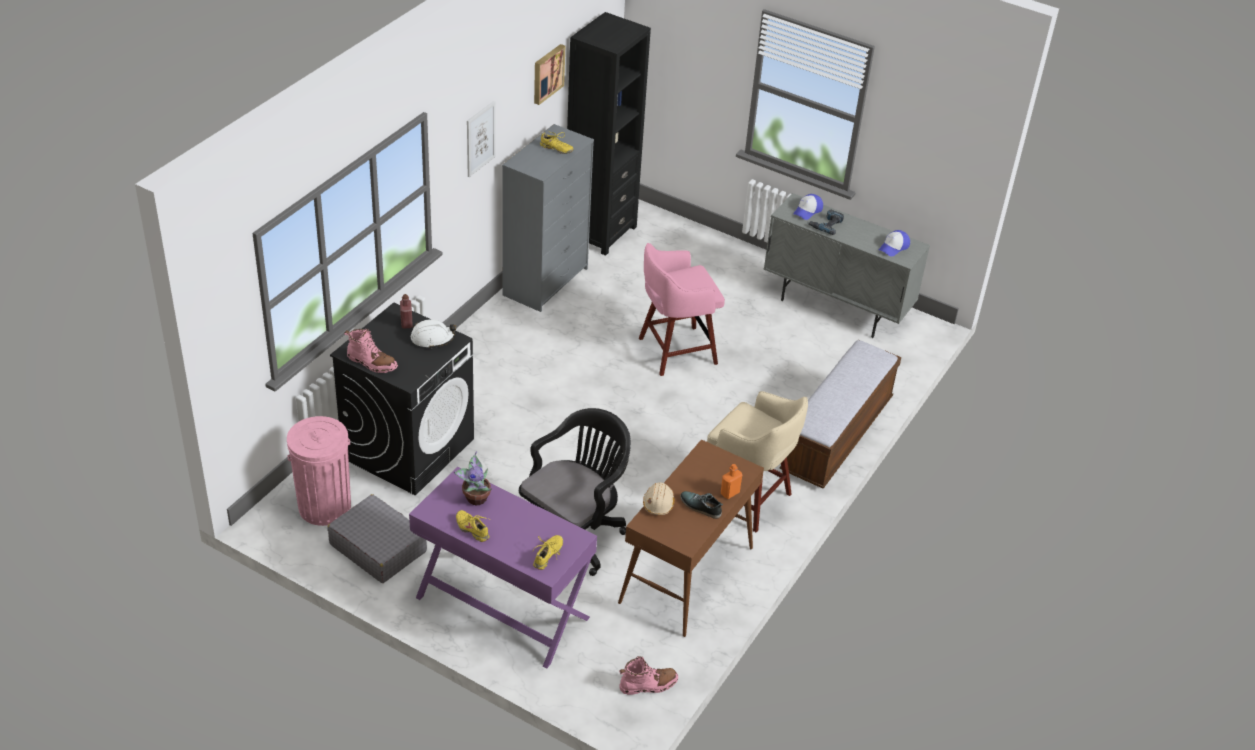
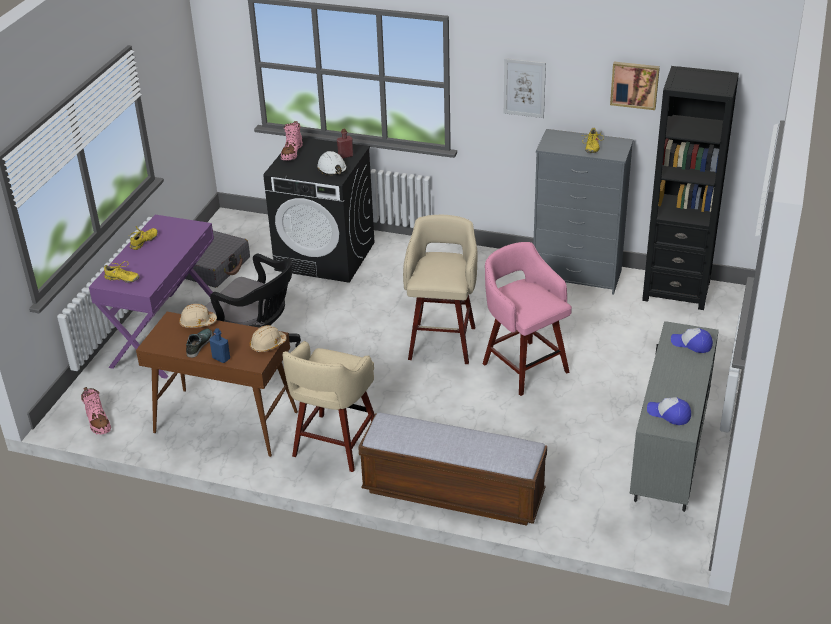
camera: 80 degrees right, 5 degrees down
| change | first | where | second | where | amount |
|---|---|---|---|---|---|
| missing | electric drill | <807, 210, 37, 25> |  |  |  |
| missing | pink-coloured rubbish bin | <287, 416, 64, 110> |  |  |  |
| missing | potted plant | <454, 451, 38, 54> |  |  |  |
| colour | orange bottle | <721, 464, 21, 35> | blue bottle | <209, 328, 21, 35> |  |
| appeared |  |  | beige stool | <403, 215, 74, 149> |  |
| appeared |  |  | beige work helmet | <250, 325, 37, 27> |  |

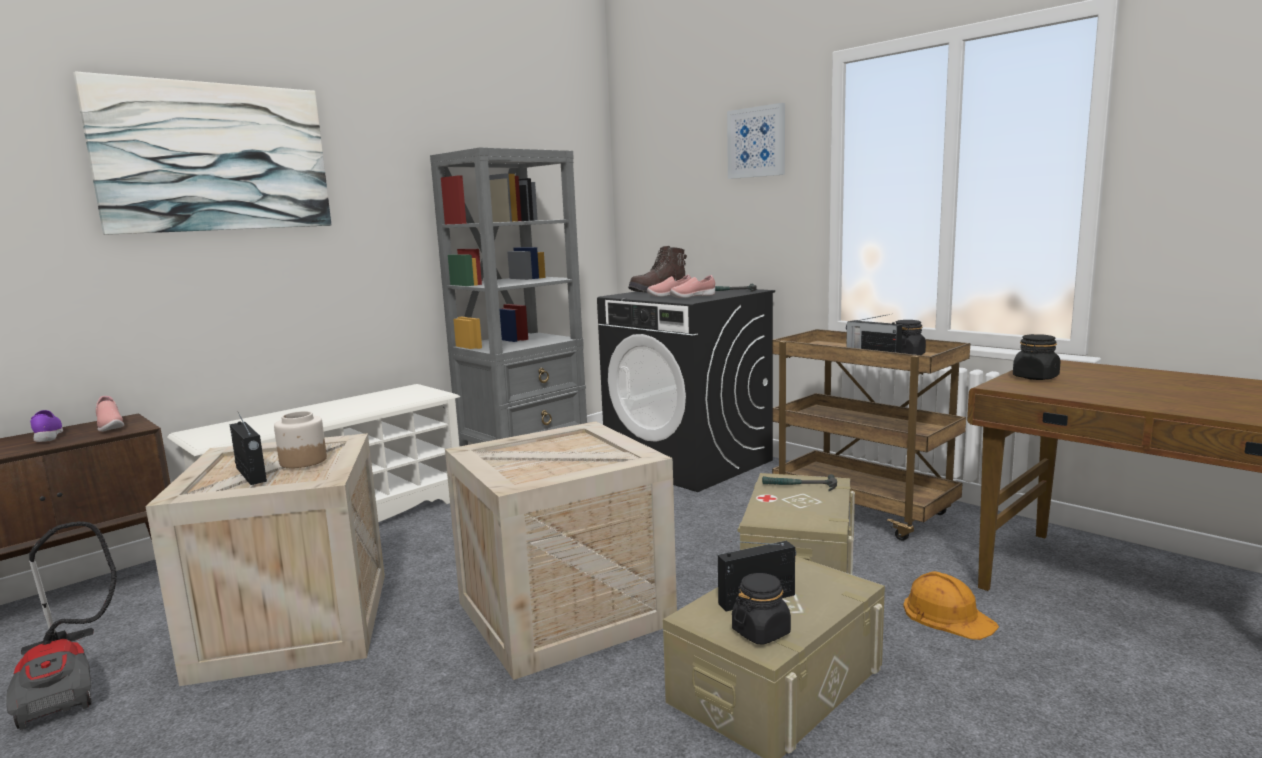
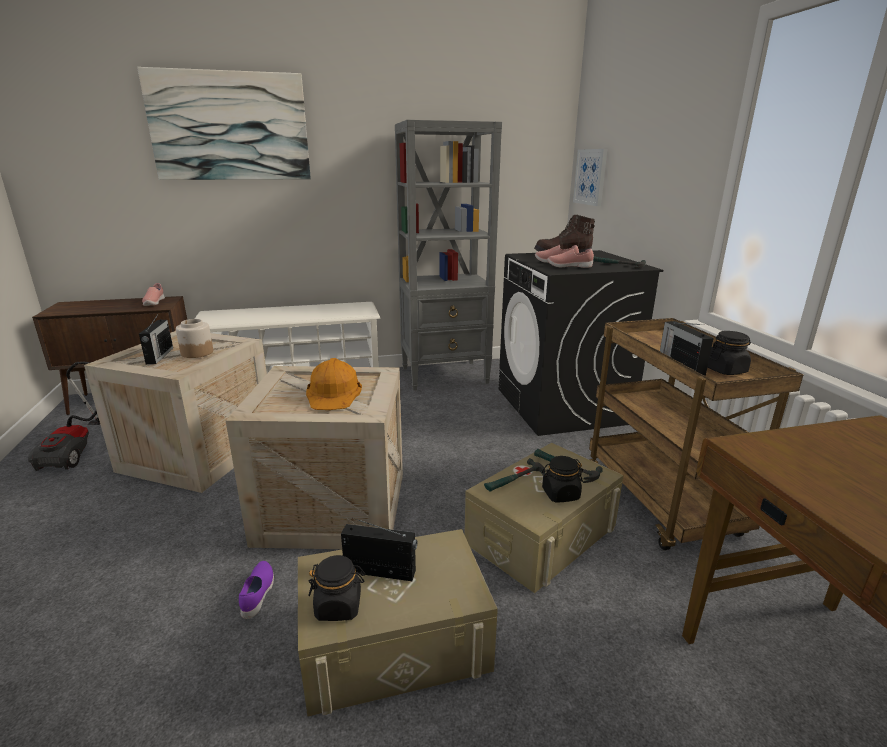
camera: 30 degrees right, 10 degrees up
| change | first | where | second | where | amount |
|---|---|---|---|---|---|
| relocated | wall picture | <727, 103, 58, 76> |  | <573, 149, 34, 57> |  |
| relocated | black preserve jar | <1013, 334, 47, 46> |  | <542, 456, 41, 47> |  |
| relocated | purplish shoe | <30, 410, 33, 32> |  | <239, 561, 35, 58> |  |
| relocated | orange work helmet | <903, 571, 96, 69> |  | <306, 358, 56, 52> |  |
| appeared |  |  | tool hammer | <484, 458, 61, 34> |  |

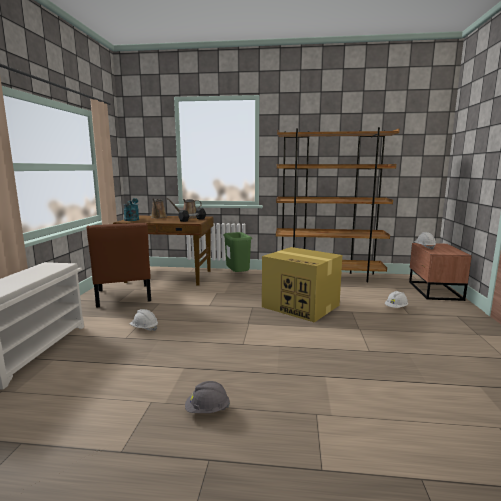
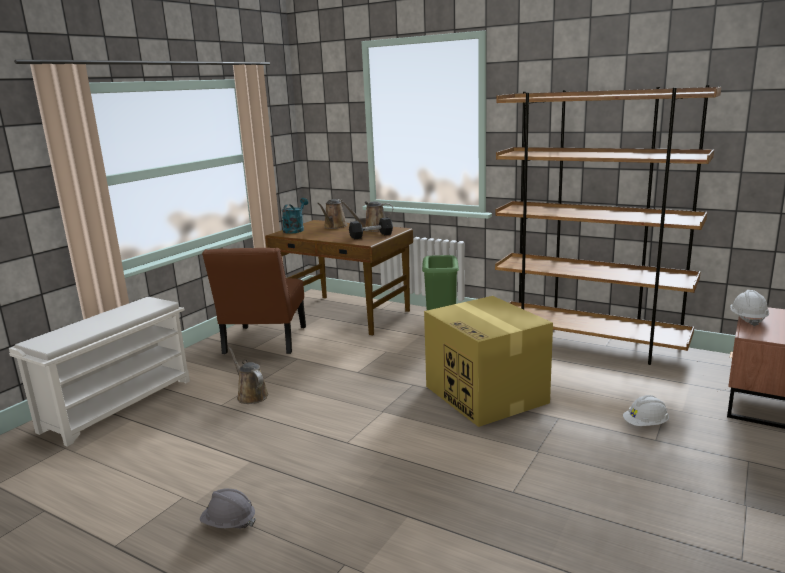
camera: 25 degrees right, 5 degrees up
| change | first | where | second | where | amount |
|---|---|---|---|---|---|
| exchanged | whitish work helmet | <130, 309, 28, 22> | brown-coloured watering can | <229, 347, 39, 57> |  |

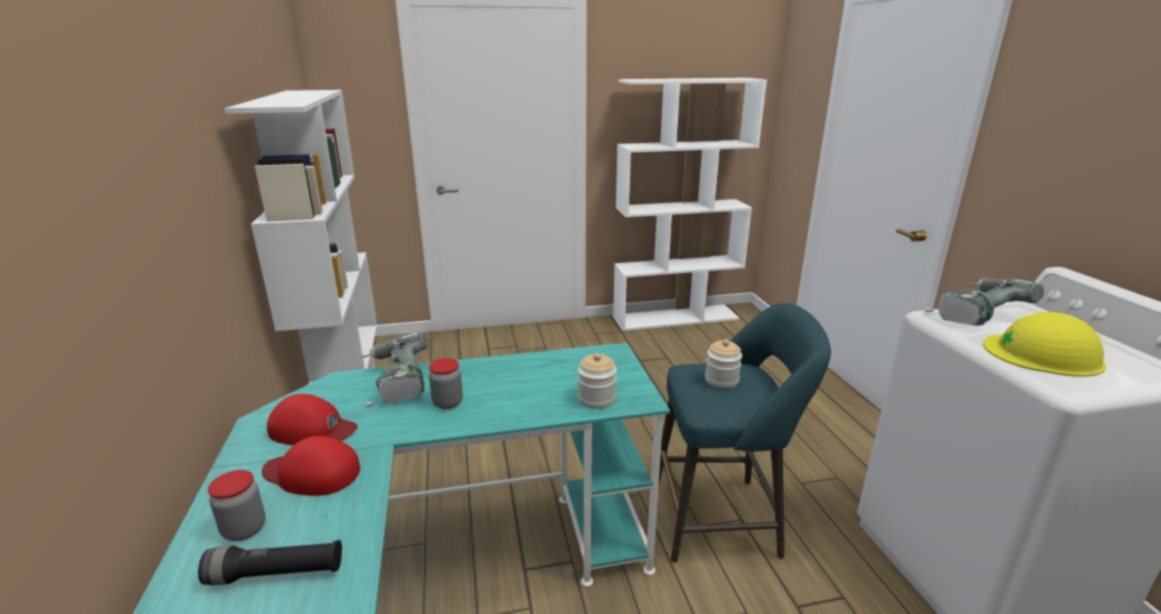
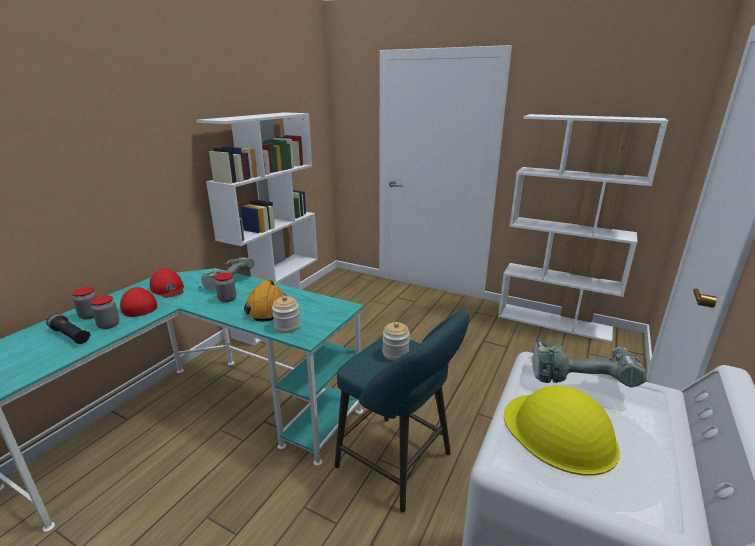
camera: 40 degrees right, 0 degrees up
| change | first | where | second | where | amount |
|---|---|---|---|---|---|
| appeared |  |  | orange work helmet | <244, 280, 42, 41> |  |
| appeared |  |  | preserve jar | <90, 295, 29, 34> |  |

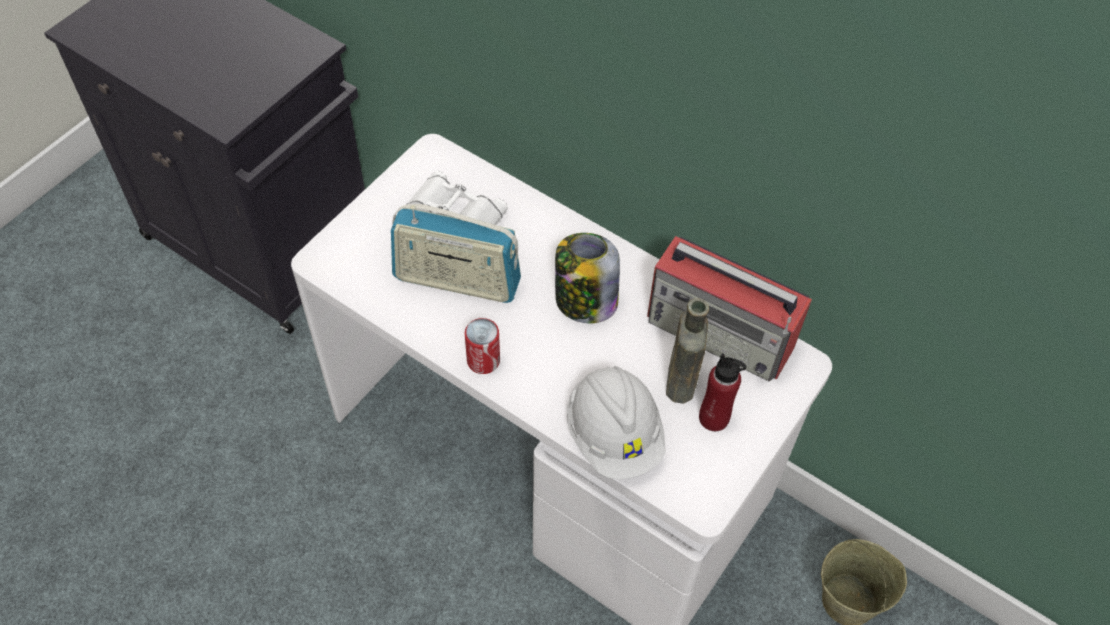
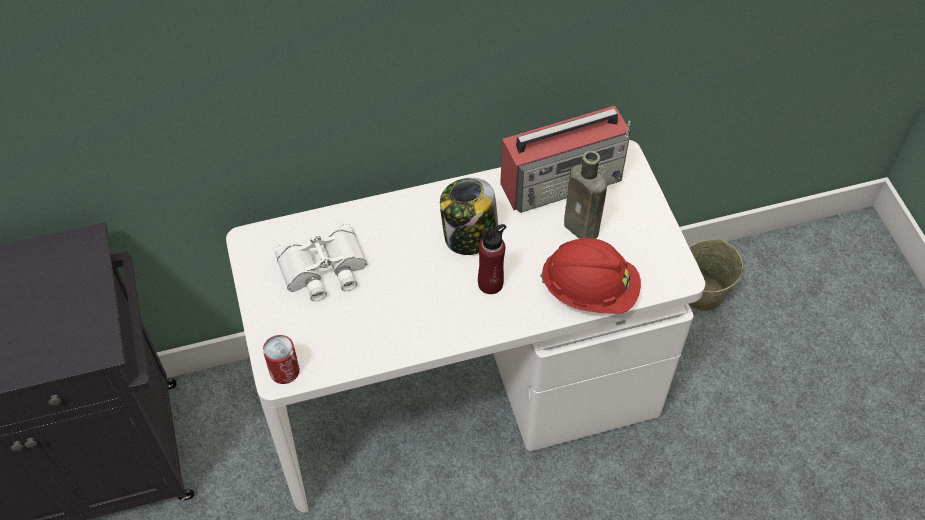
camera: 50 degrees left, 0 degrees up
| change | first | where | second | where | amount |
|---|---|---|---|---|---|
| missing | radio | <391, 204, 130, 99> |  |  |  |
| relocated | metal can | <465, 318, 35, 56> |  | <263, 335, 37, 49> |  |
| relocated | red bottle | <699, 353, 47, 78> |  | <478, 224, 28, 70> |  |
| colour | whitish work helmet | <567, 366, 99, 113> | red work helmet | <540, 238, 101, 76> |  |

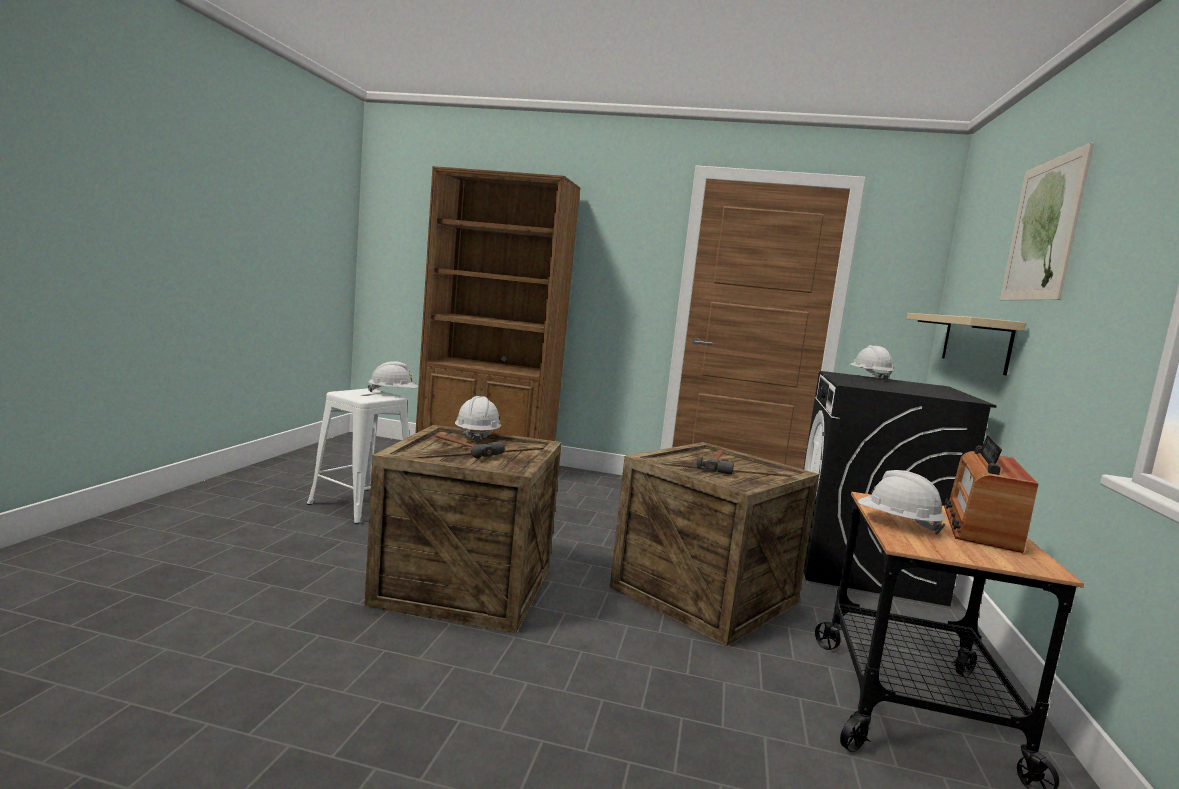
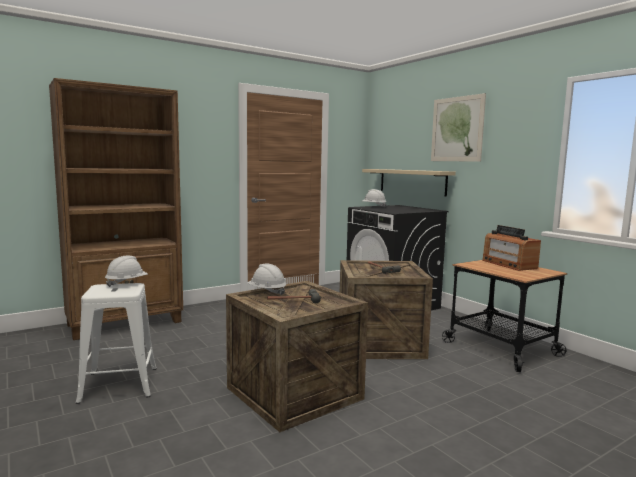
camera: 45 degrees left, 0 degrees up
| change | first | where | second | where | amount |
|---|---|---|---|---|---|
| missing | whitish work helmet | <858, 470, 88, 65> |  |  |  |

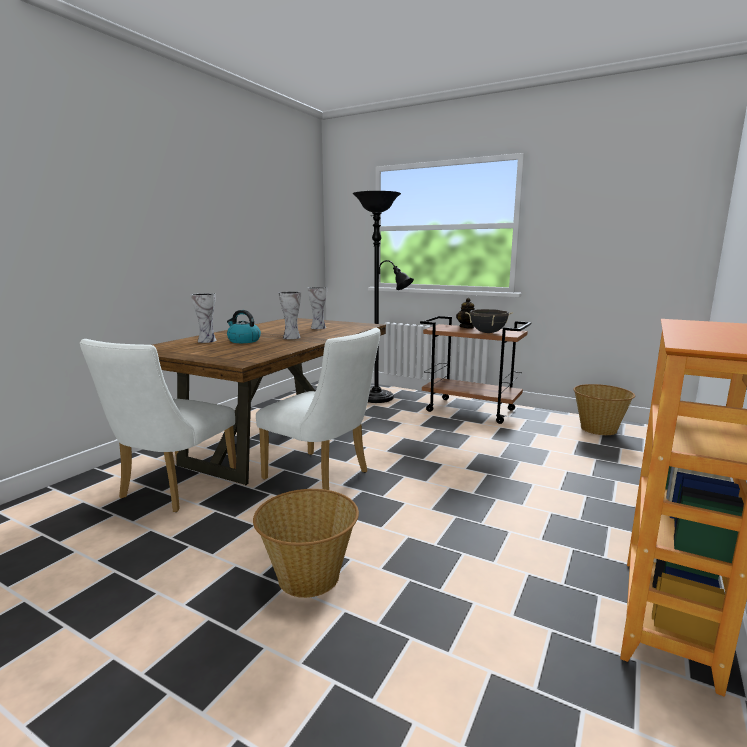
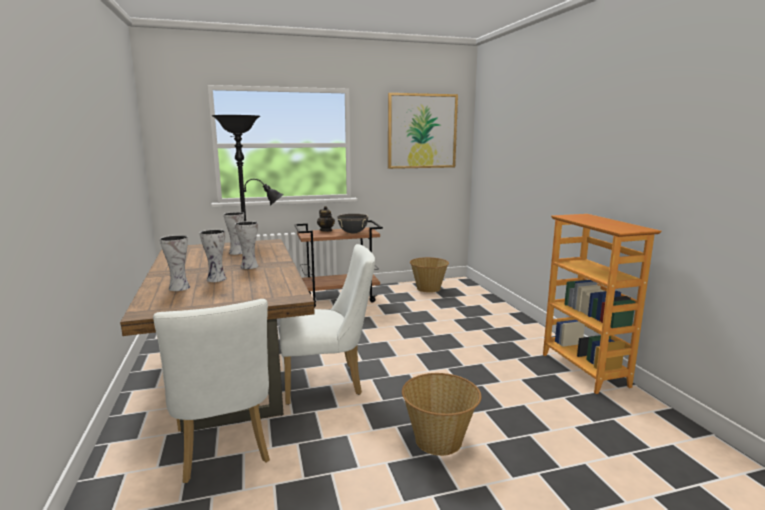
camera: 45 degrees left, 0 degrees up
| change | first | where | second | where | amount |
|---|---|---|---|---|---|
| exchanged | tea kettle | <227, 310, 34, 33> | vase | <199, 229, 28, 53> |  |
| appeared |  |  | wall picture | <388, 93, 70, 76> |  |

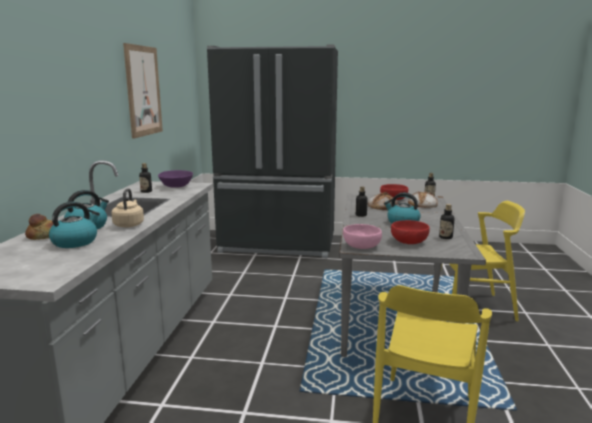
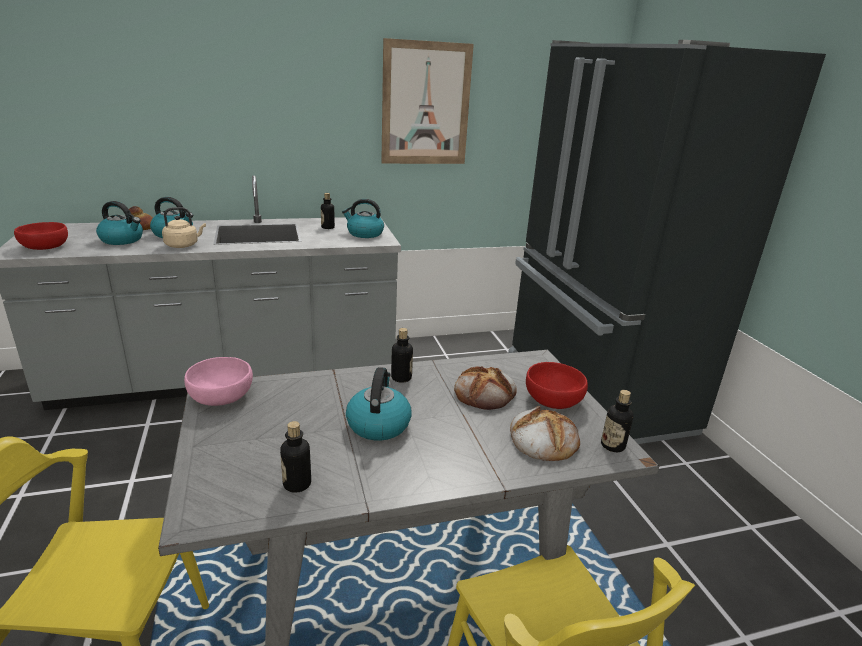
camera: 65 degrees right, 10 degrees up
| change | first | where | second | where | amount |
|---|---|---|---|---|---|
| exchanged | purplish deep dish | <158, 170, 35, 18> | tea kettle | <342, 199, 42, 39> |  |
| relocated | red deep dish | <391, 220, 39, 24> |  | <14, 222, 54, 28> |  |

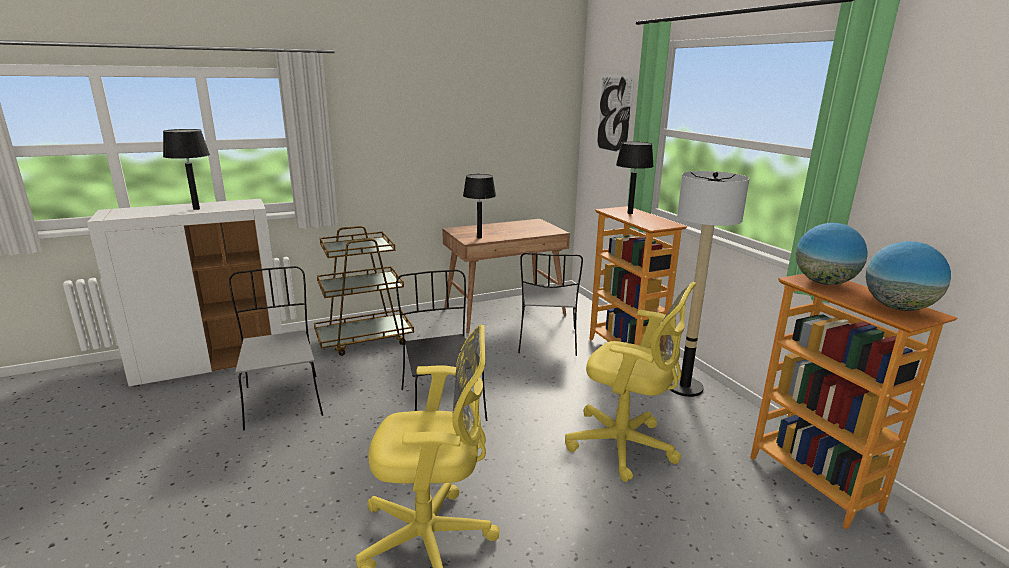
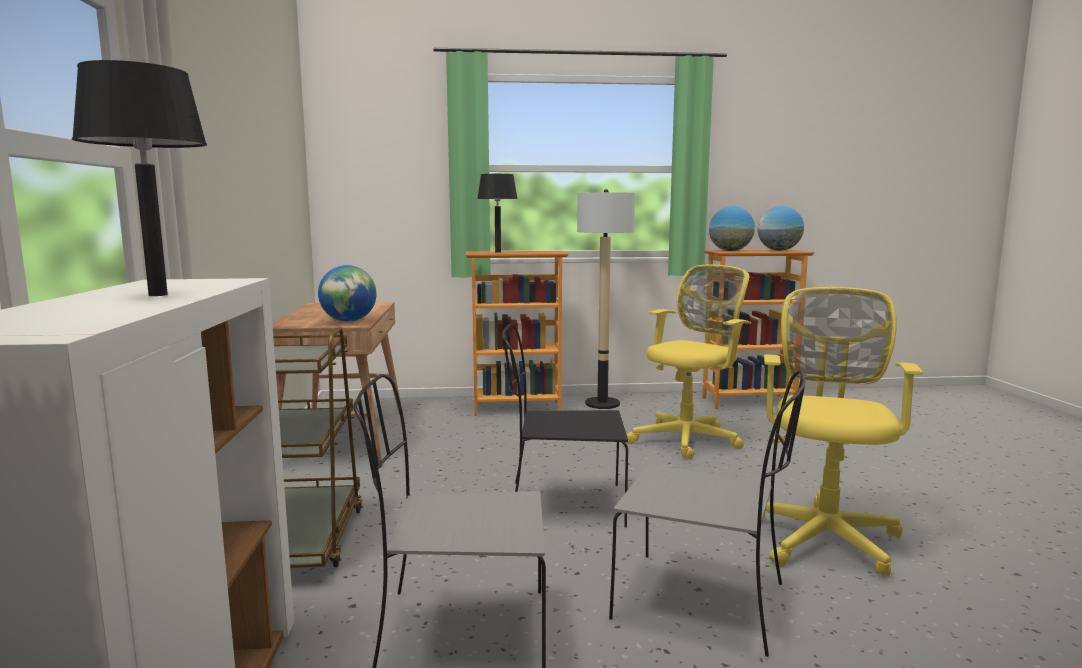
camera: 70 degrees left, 10 degrees down
| change | first | where | second | where | amount |
|---|---|---|---|---|---|
| missing | wall picture | <596, 75, 38, 79> |  |  |  |
| exchanged | black lamp for a table | <463, 174, 33, 64> | desk globe | <318, 265, 58, 57> |  |
| relocated | gray upright chair | <518, 253, 65, 103> |  | <609, 370, 196, 287> |  |

